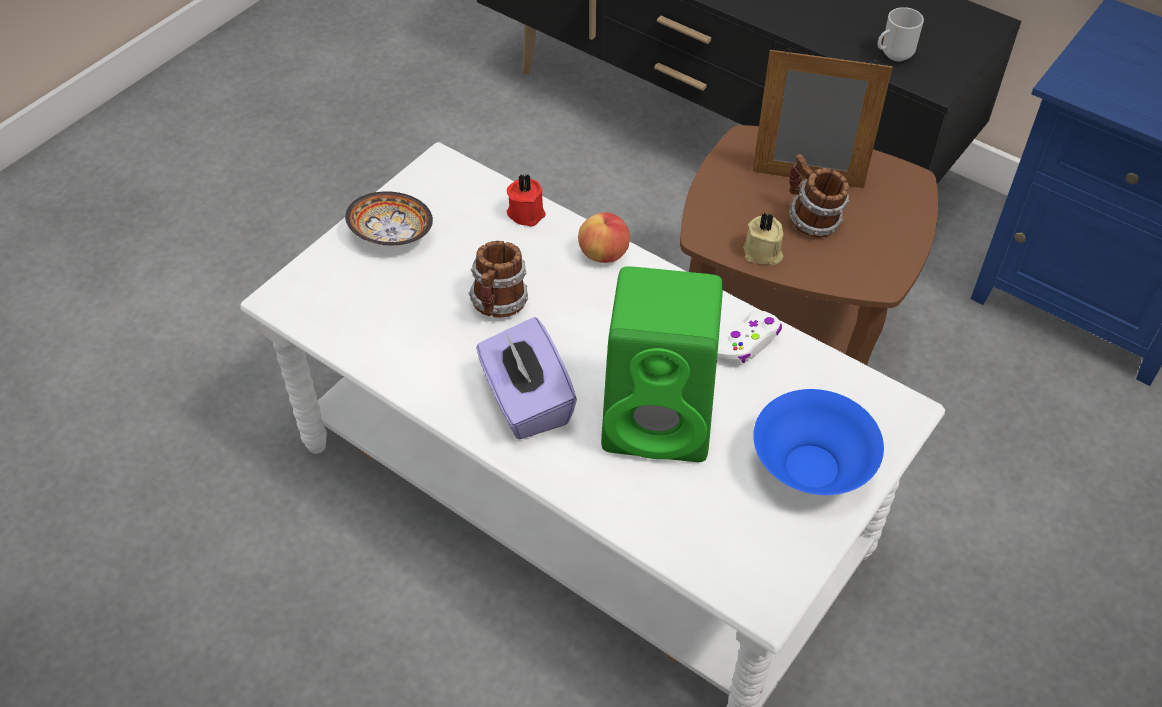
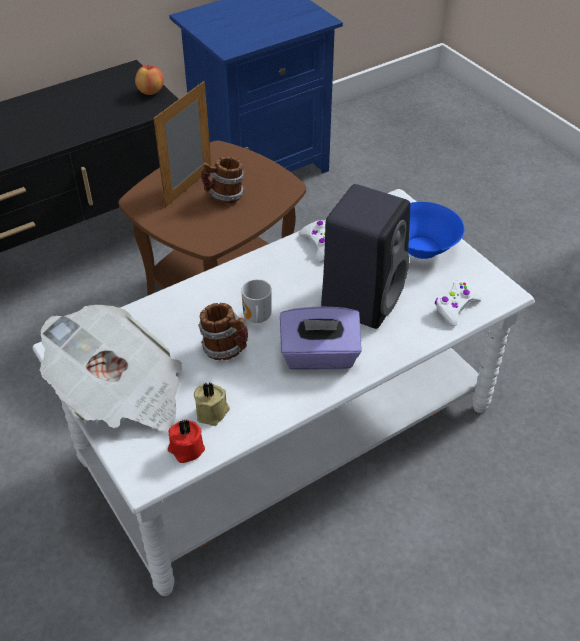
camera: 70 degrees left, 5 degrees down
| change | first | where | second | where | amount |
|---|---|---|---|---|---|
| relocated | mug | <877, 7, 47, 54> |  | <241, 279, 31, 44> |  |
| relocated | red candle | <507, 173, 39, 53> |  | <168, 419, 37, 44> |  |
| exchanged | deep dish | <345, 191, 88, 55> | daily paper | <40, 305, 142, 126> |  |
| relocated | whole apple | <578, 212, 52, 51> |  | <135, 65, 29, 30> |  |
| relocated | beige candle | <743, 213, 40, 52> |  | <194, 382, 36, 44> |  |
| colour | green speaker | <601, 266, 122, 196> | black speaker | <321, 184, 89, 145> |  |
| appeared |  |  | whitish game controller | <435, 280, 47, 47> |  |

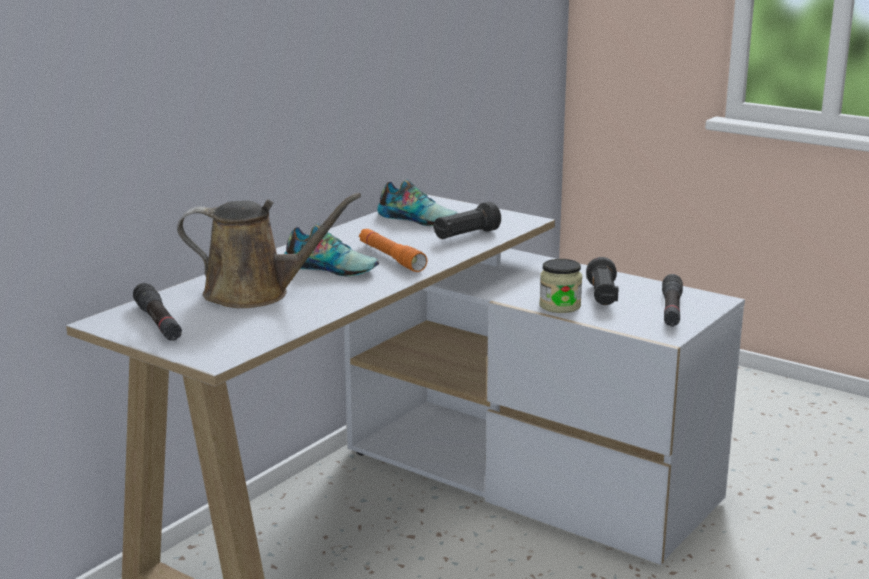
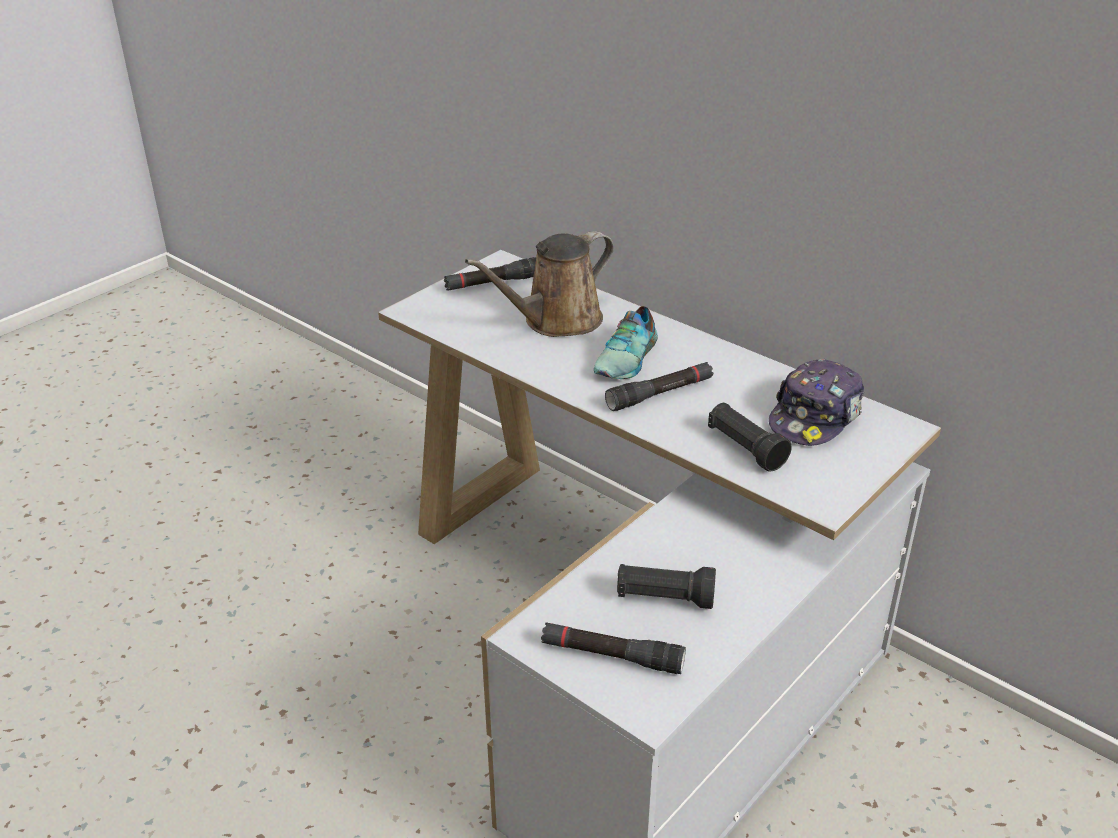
camera: 95 degrees right, 15 degrees up
| change | first | where | second | where | amount |
|---|---|---|---|---|---|
| exchanged | shoe | <377, 179, 81, 47> | baseball cap | <769, 359, 95, 87> |  |
| spun | brown-coloured watering can | <177, 193, 184, 115> |  | <465, 231, 149, 106> | 45 degrees clockwise |
| colour | orange flashlight | <359, 229, 68, 43> | black flashlight | <605, 362, 108, 49> |  |
| missing | preserve jar | <539, 259, 43, 54> |  |  |  |

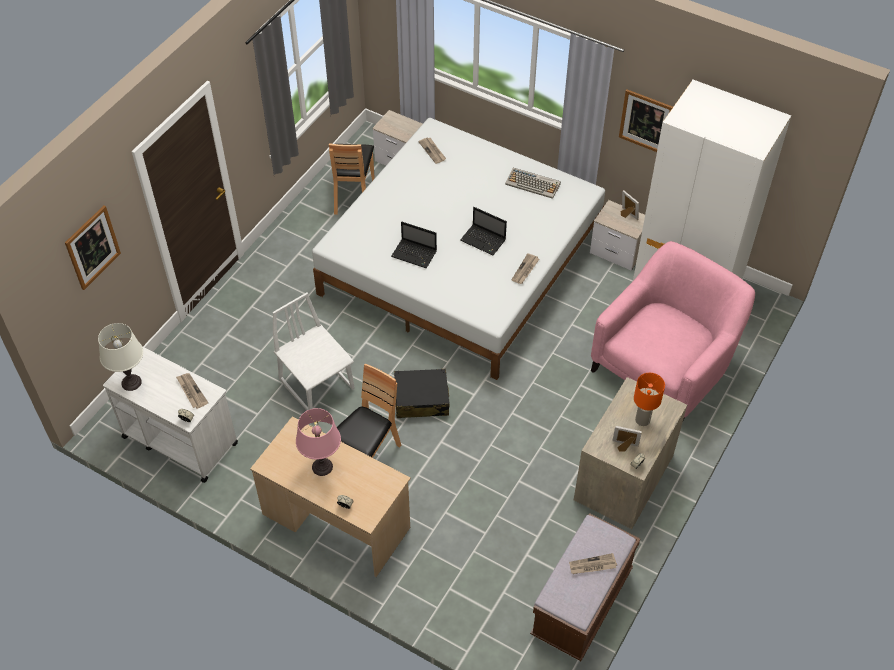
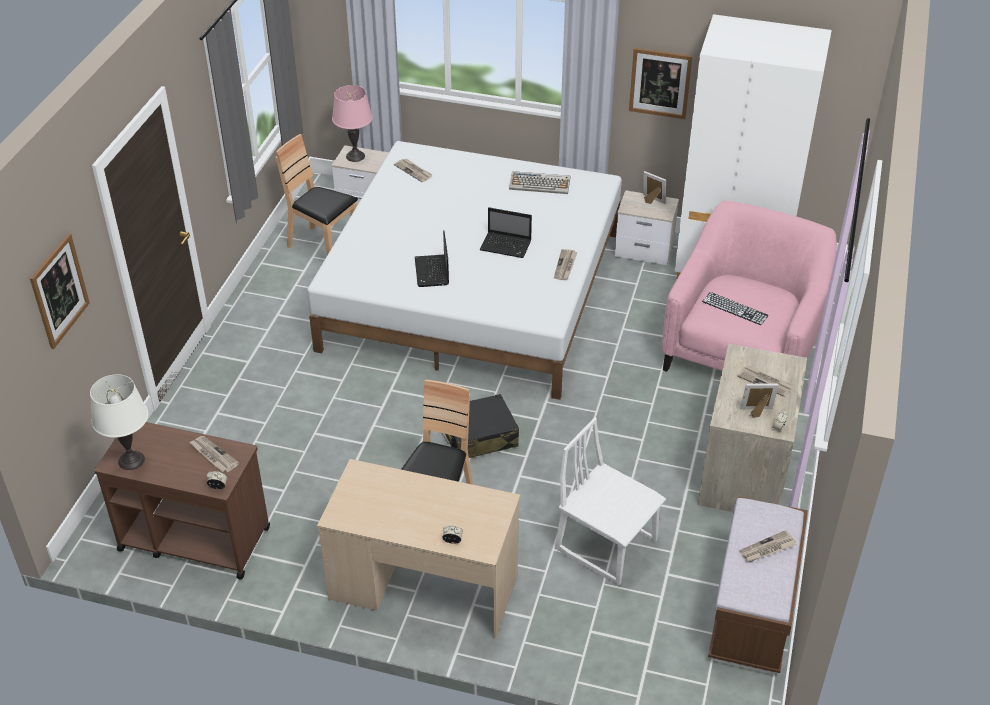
camera: 15 degrees left, 10 degrees down
| change | first | where | second | where | amount |
|---|---|---|---|---|---|
| spun | brown-coloured upright chair | <329, 143, 46, 72> |  | <275, 134, 83, 121> | 135 degrees clockwise |
| spun | portable computer | <391, 221, 46, 47> |  | <415, 230, 34, 57> | 75 degrees clockwise |
| relocated | whitish upright chair | <273, 293, 82, 117> |  | <555, 417, 111, 168> |  |
| colour | whitish cart | <103, 346, 135, 137> | brown-coloured cart | <94, 422, 176, 157> |  |
| exchanged | orange lamp for a table | <634, 373, 31, 53> | daily paper | <737, 365, 57, 32> |  |
| relocated | pink-coloured lamp for a table | <296, 408, 45, 68> |  | <332, 85, 41, 77> |  |
| appeared |  |  | PC keyboard | <702, 292, 67, 33> |  |

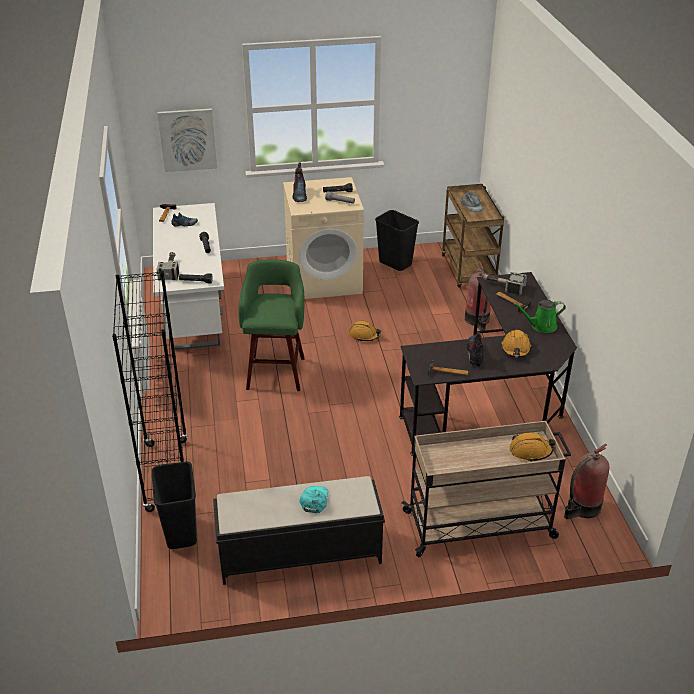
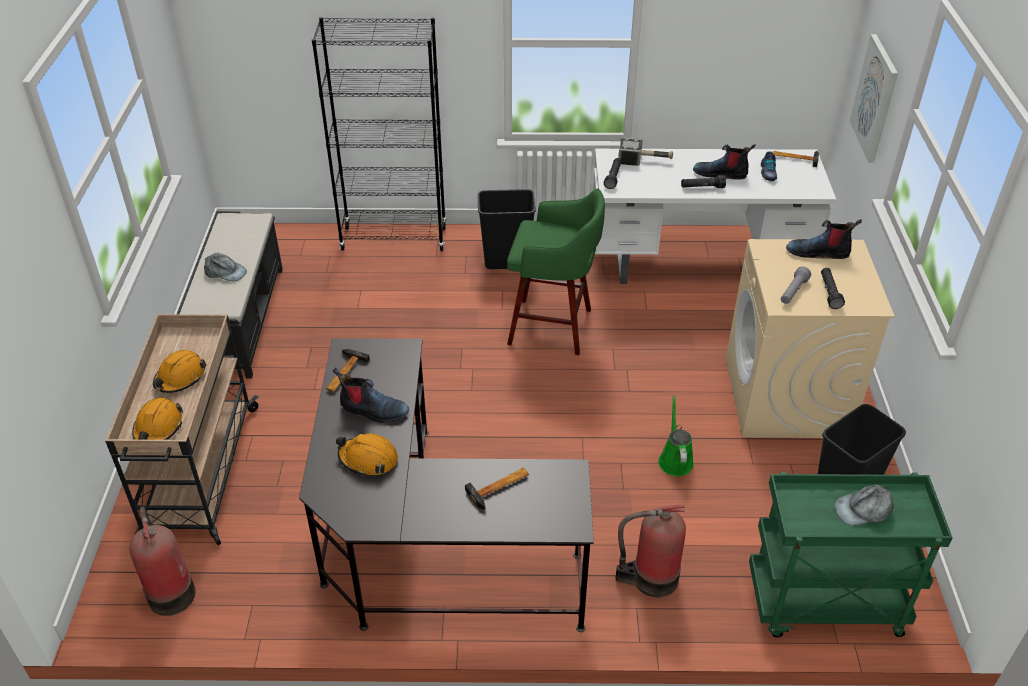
camera: 100 degrees right, 5 degrees up
| change | first | where | second | where | amount |
|---|---|---|---|---|---|
| colour | brown-coloured cart | <442, 184, 62, 104> | green cart | <749, 472, 204, 165> |  |
| missing | tool hammer | <483, 272, 44, 23> |  |  |  |
| relocated | green watering can | <513, 300, 53, 33> |  | <658, 395, 36, 81> |  |
| relocated | orange work helmet | <349, 321, 32, 20> |  | <153, 350, 54, 43> |  |
| relocated | black rubbish bin | <151, 462, 46, 87> |  | <478, 189, 58, 80> |  |
| colour | blue-green baseball cap | <300, 486, 28, 27> | gray baseball cap | <204, 253, 43, 29> |  |
| appeared |  |  | boot | <693, 144, 63, 36> |  |

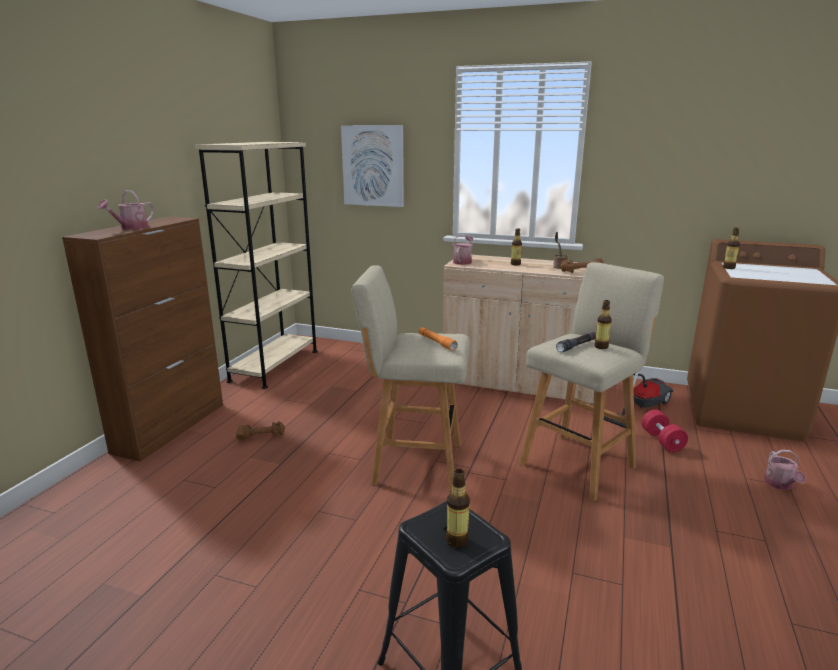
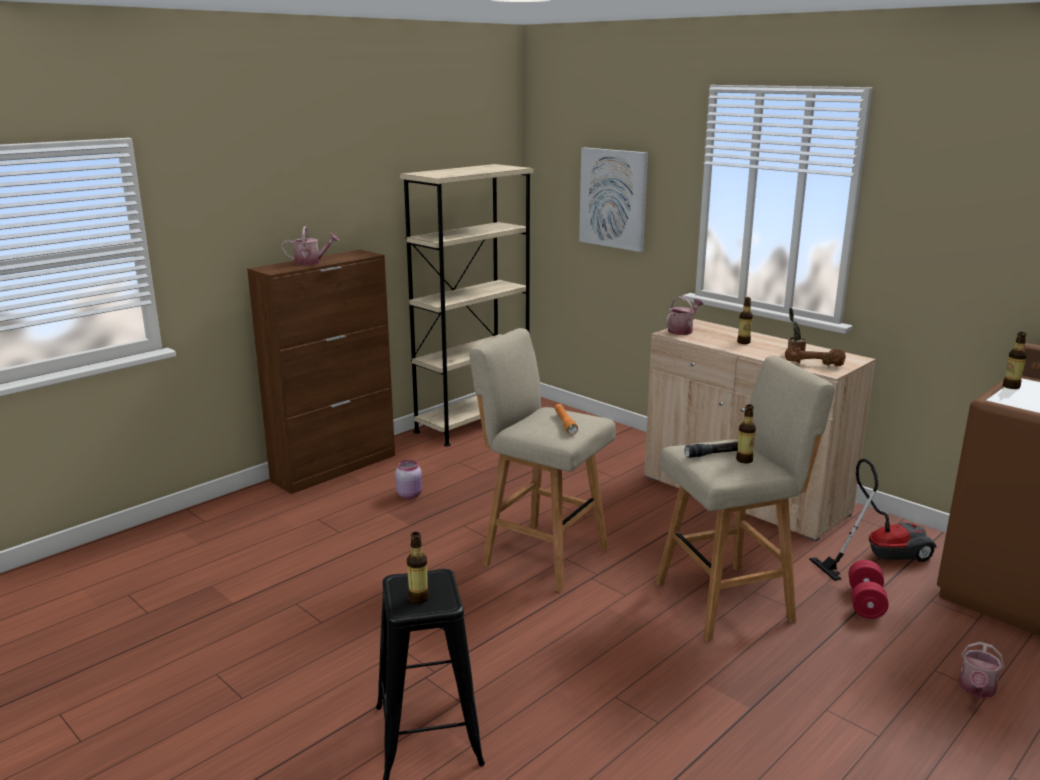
camera: 25 degrees right, 0 degrees up
| change | first | where | second | where | amount |
|---|---|---|---|---|---|
| spun | watering can | <97, 190, 57, 39> |  | <281, 226, 59, 39> | 150 degrees counterclockwise |
| exchanged | brown-coloured dumbbell | <236, 421, 49, 19> | pink-coloured preserve jar | <395, 460, 27, 39> |  |

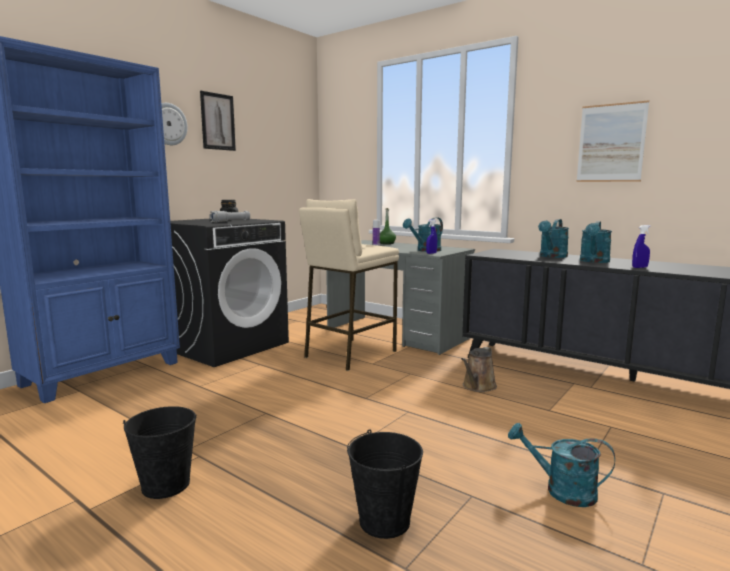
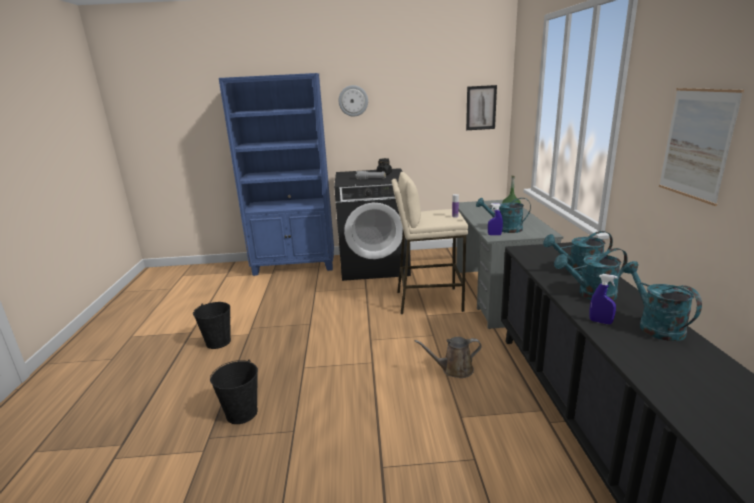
camera: 50 degrees right, 10 degrees up
| change | first | where | second | where | amount |
|---|---|---|---|---|---|
| relocated | wall picture | <200, 91, 36, 60> |  | <466, 85, 31, 45> |  |
| relocated | blue-green watering can | <508, 423, 107, 84> |  | <622, 261, 80, 80> |  |

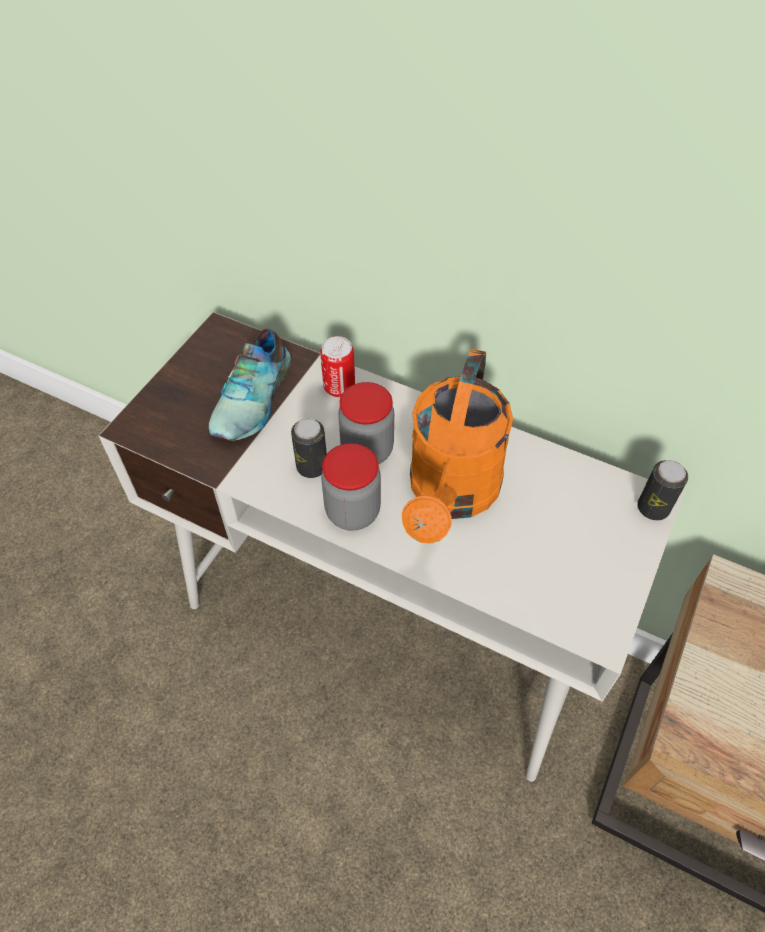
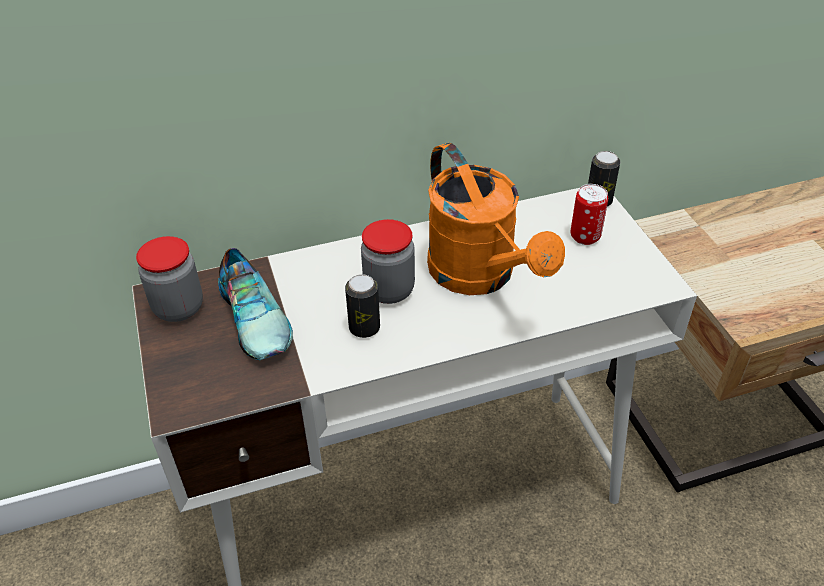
camera: 45 degrees left, 10 degrees down
| change | first | where | second | where | amount |
|---|---|---|---|---|---|
| relocated | metal can | <320, 336, 35, 61> |  | <571, 184, 37, 61> |  |
| relocated | preserve jar | <321, 443, 60, 88> |  | <136, 236, 67, 86> |  |

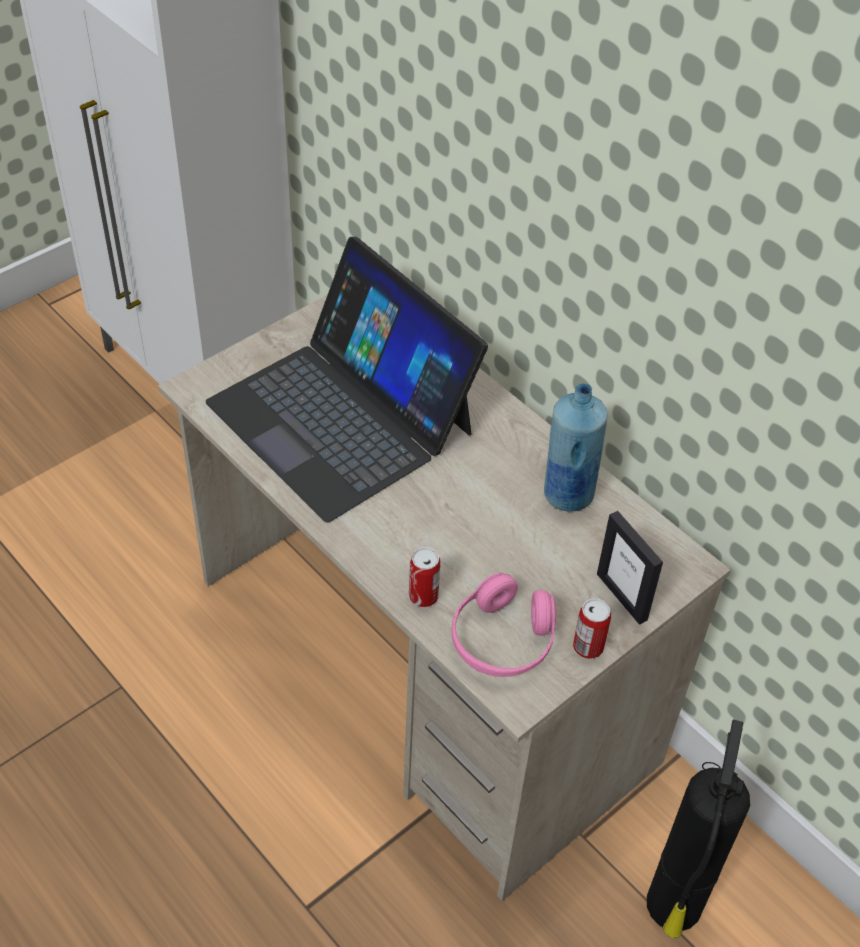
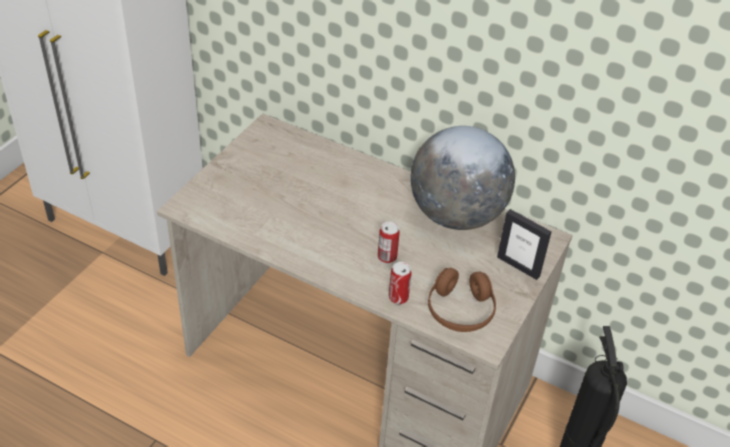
camera: 20 degrees left, 5 degrees down
| change | first | where | second | where | amount |
|---|---|---|---|---|---|
| missing | portable computer | <206, 237, 282, 286> |  |  |  |
| exchanged | blue bottle | <544, 383, 64, 129> | desk globe | <410, 126, 105, 104> |  |
| colour | pink-coloured headset | <452, 573, 104, 104> | brown-coloured headset | <428, 268, 68, 64> |  |
| relocated | metal can | <573, 598, 38, 61> |  | <378, 222, 22, 41> |  |

